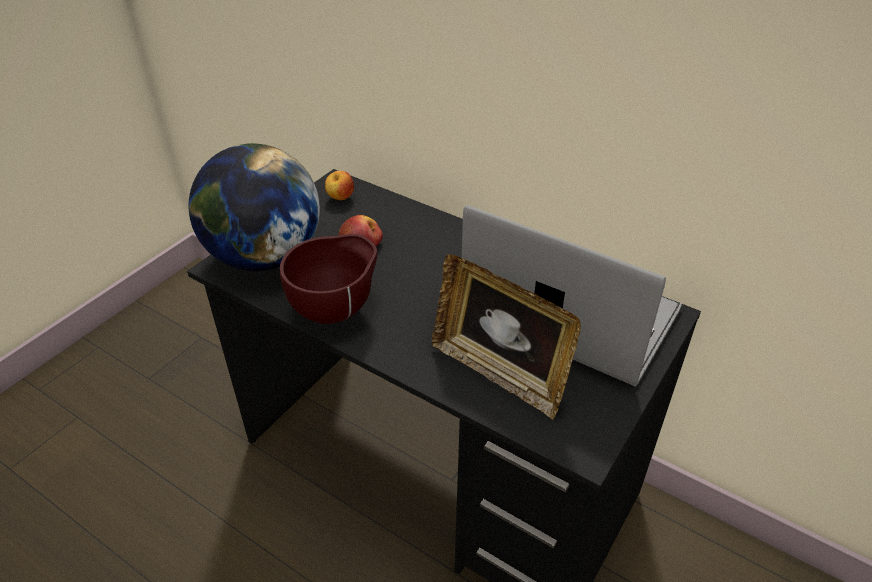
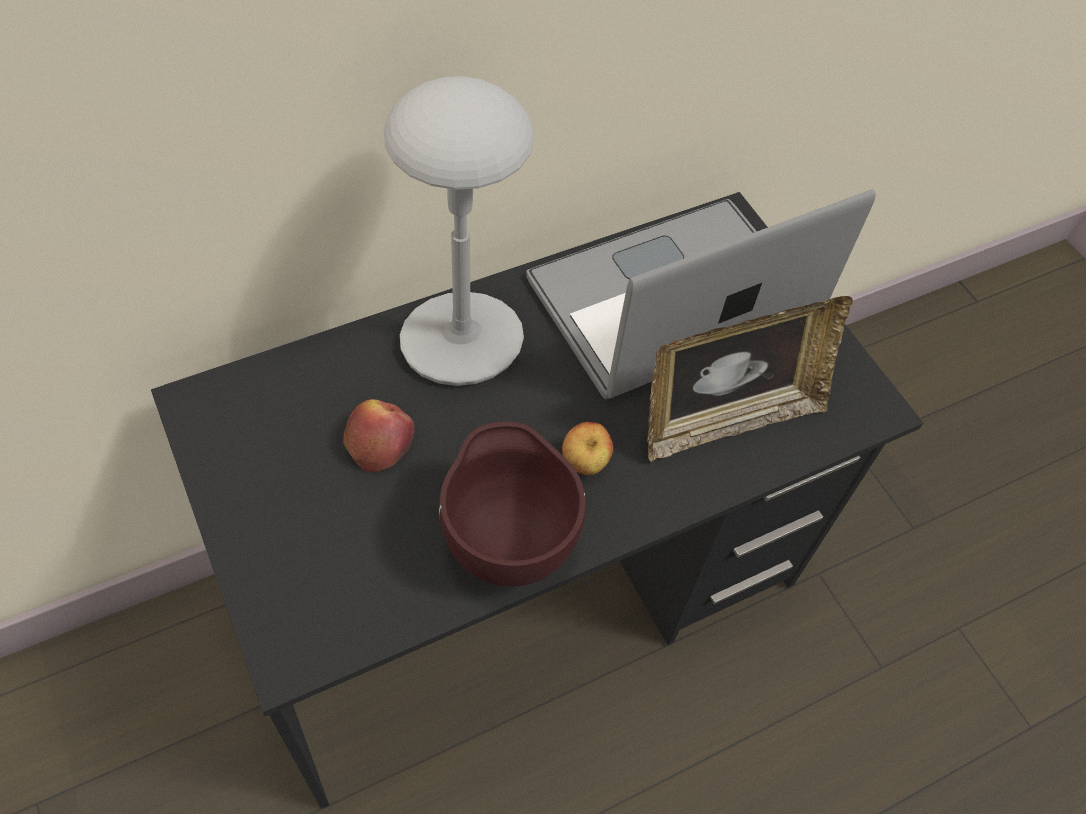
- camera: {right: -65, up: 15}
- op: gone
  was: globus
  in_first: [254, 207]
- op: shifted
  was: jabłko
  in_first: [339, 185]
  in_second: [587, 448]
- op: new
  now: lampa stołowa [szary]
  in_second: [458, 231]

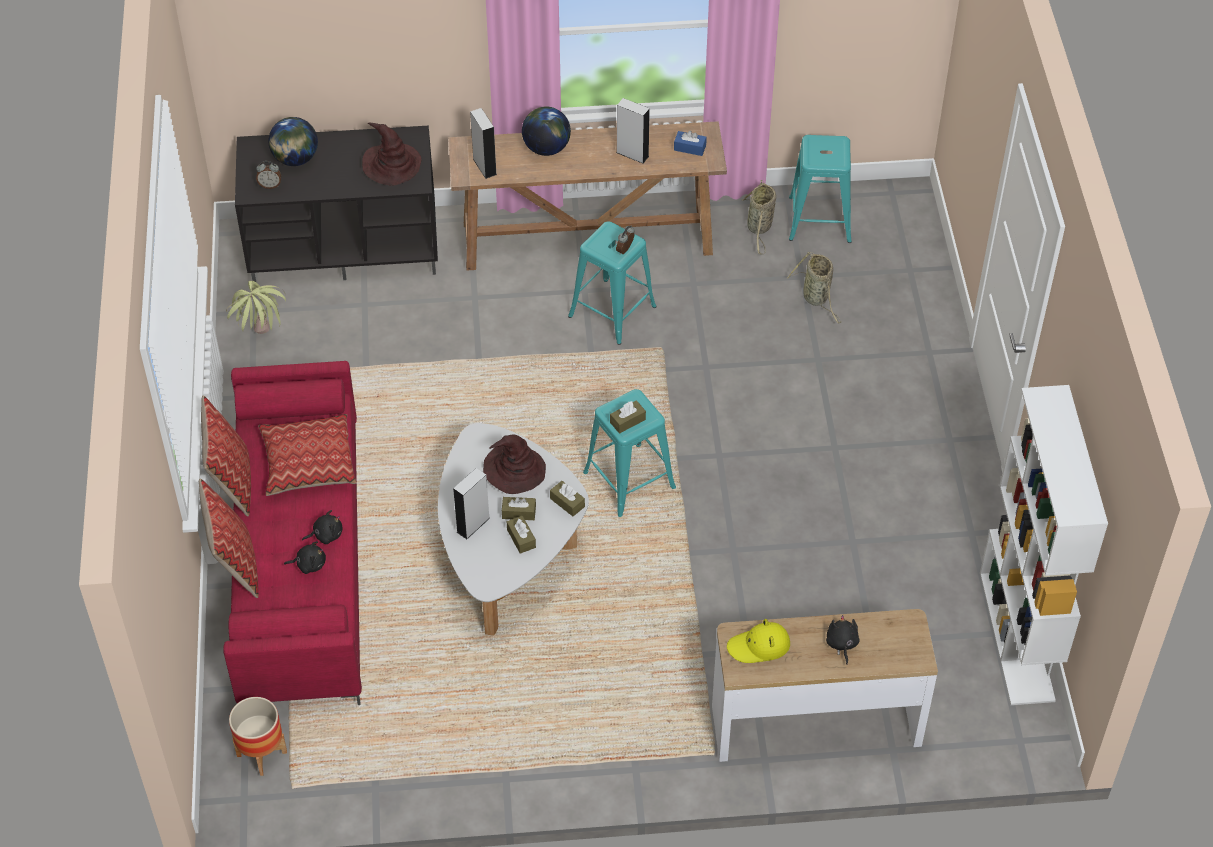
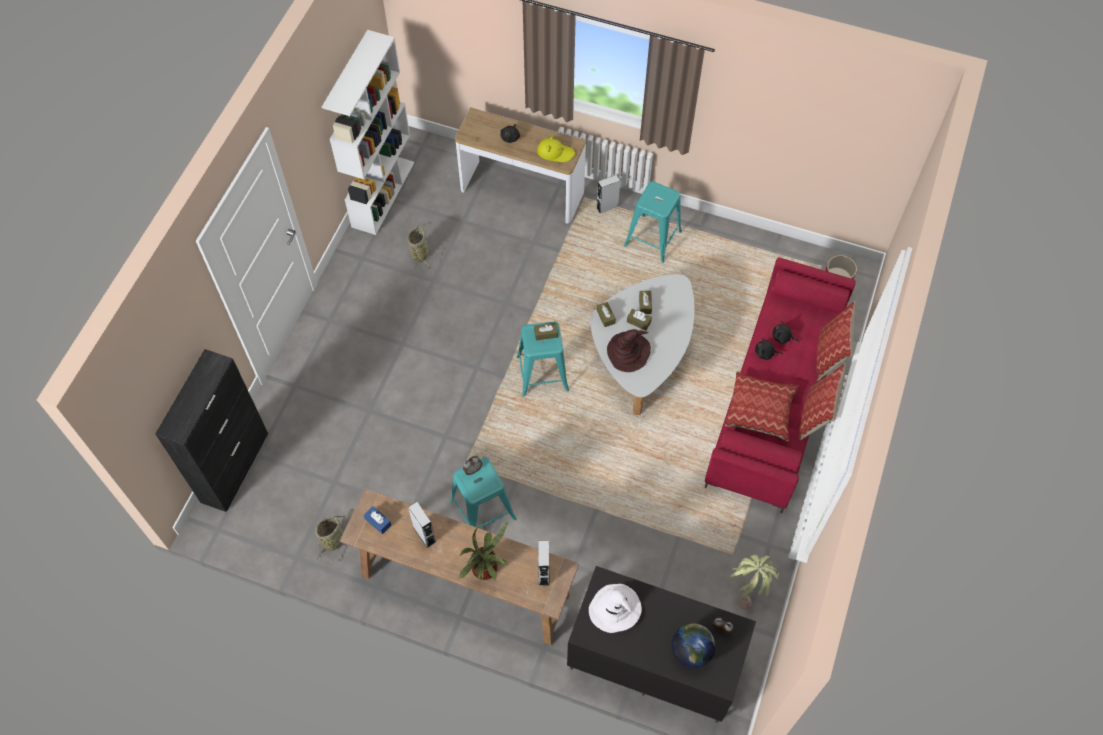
- camera: {right: -155, up: 10}
- op: swapped
  was: globus
  now: roślina doniczkowa
  in_first: [546, 131]
  in_second: [483, 551]
- op: repainted
  was: kapelusz [brązowy]
  now: kapelusz [biały]
  in_first: [392, 154]
  in_second: [615, 608]
- op: shifted
  was: stołek [turkusowy]
  in_first: [820, 189]
  in_second: [653, 222]
- op: shifted
  was: koszyk
  in_first: [814, 287]
  in_second: [419, 248]
- op: shifted
  was: głośnik [szary]
  in_first: [471, 503]
  in_second: [608, 194]
- op: new
  now: szafka [czarny]
  in_second: [211, 430]

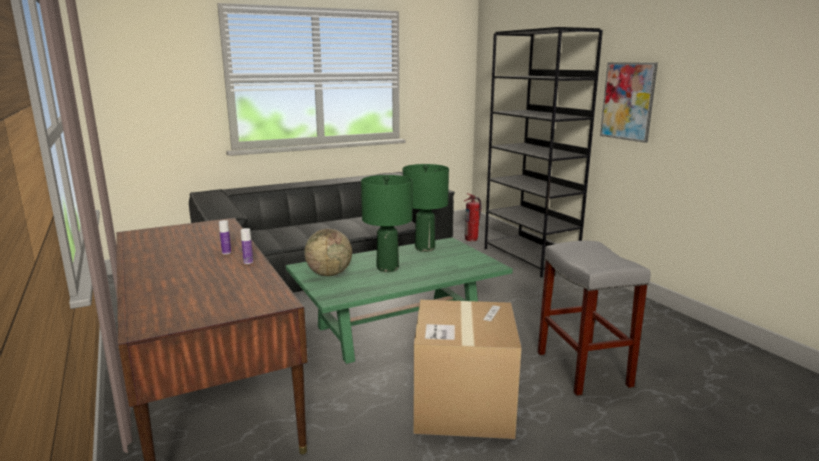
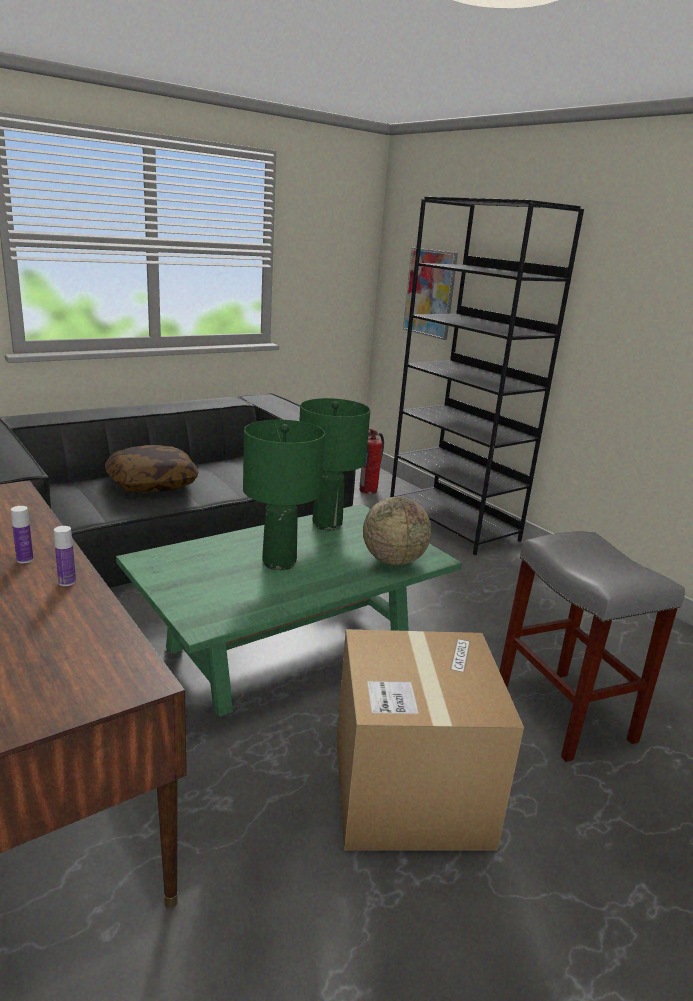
- camera: {right: -10, up: 5}
- op: shifted
  was: obraz
  in_first: [629, 103]
  in_second: [430, 294]
- op: shifted
  was: globus
  in_first: [328, 252]
  in_second: [397, 531]
- op: new
  now: poduszka
  in_second: [152, 469]

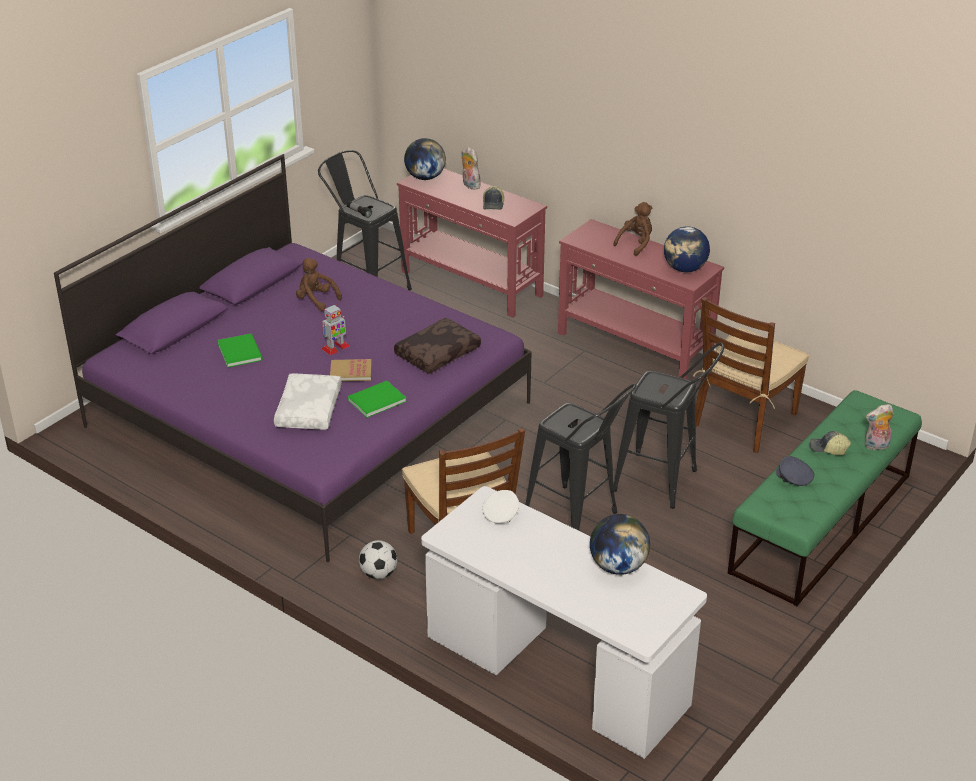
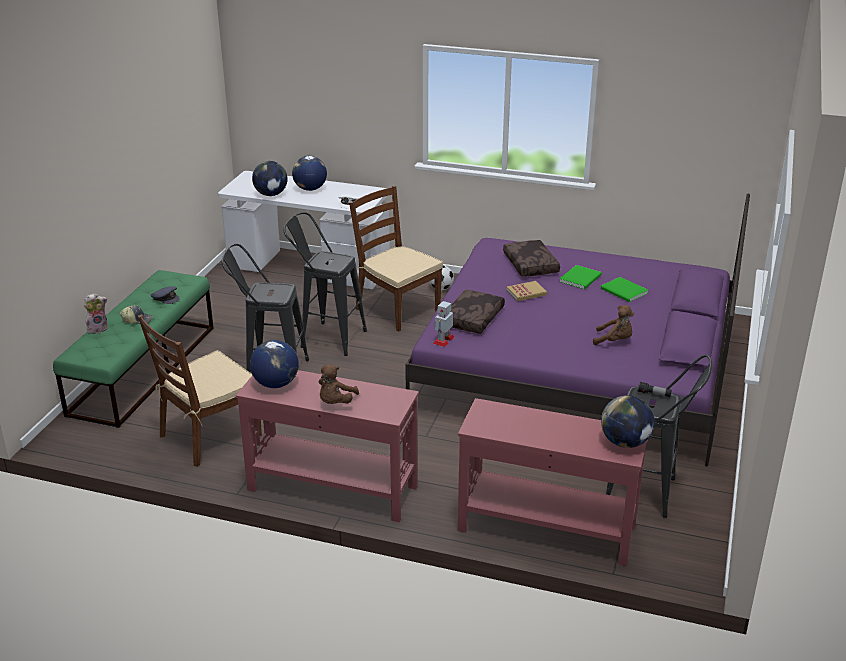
- camera: {right: 160, up: -5}
- op: gone
  was: pluszak
  in_first: [471, 168]
- op: gone
  was: czapka z daszkiem
  in_first: [493, 198]
- op: rotated
  was: krzesło [brązowy]
  in_first: [751, 375]
  in_second: [200, 390]
  clockwise: -150
- op: shifted
  was: robot zabawkowy
  in_first: [335, 329]
  in_second: [443, 324]
- op: repainted
  was: poduszka [biały]
  now: poduszka [brązowy]
  in_first: [308, 402]
  in_second: [531, 258]
- op: shifted
  was: książka [zielony]
  in_first: [377, 399]
  in_second: [580, 277]
- op: new
  now: globus
  in_second: [309, 173]

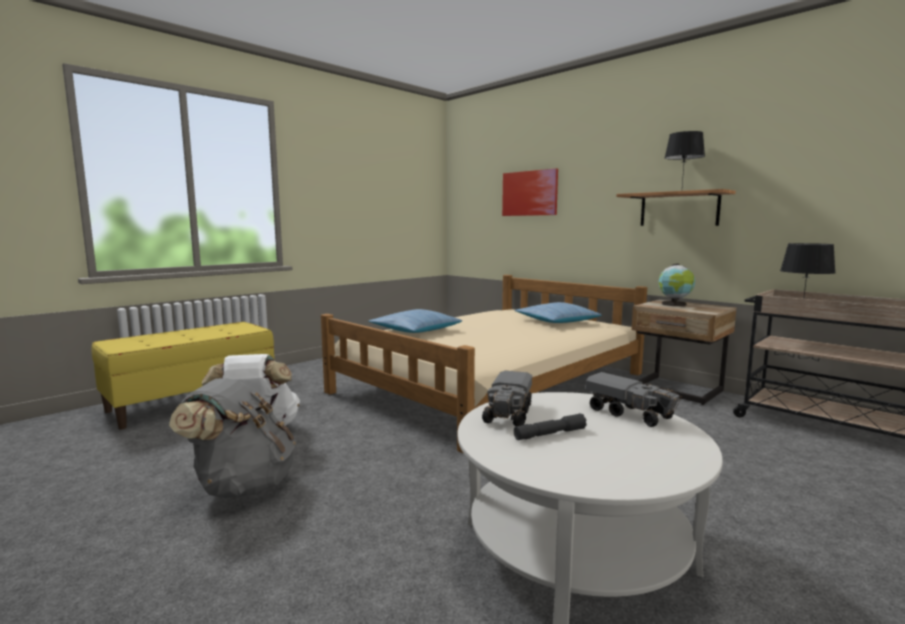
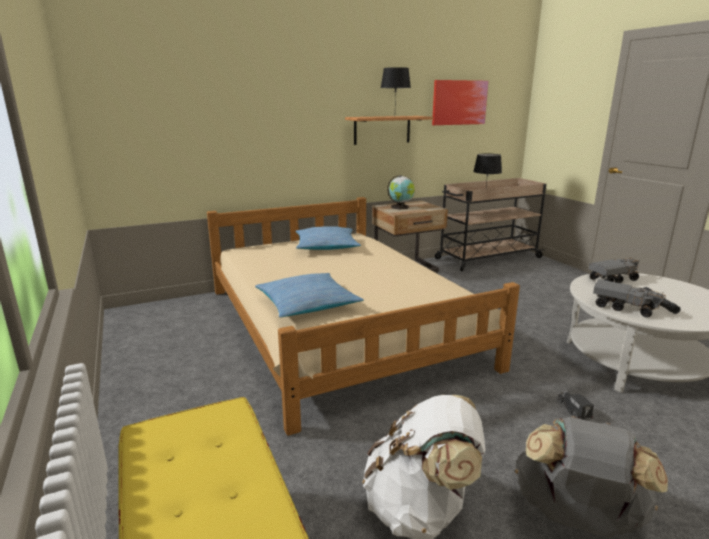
- camera: {right: -70, up: 10}
- op: shifted
  was: obraz
  in_first: [530, 192]
  in_second: [460, 102]
- op: new
  now: ciężarówka zabawkowa
  in_second: [575, 405]

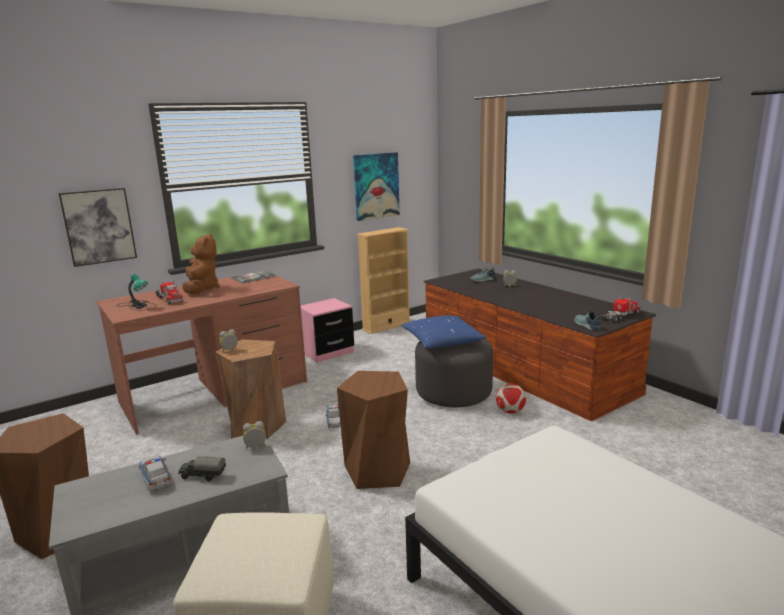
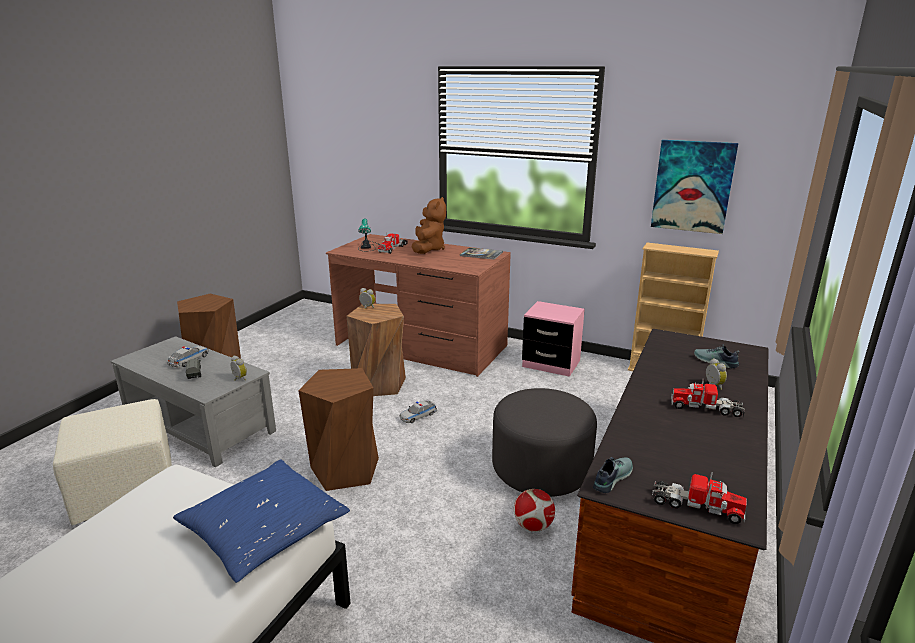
- camera: {right: 60, up: 5}
- op: gone
  was: obraz
  in_first: [98, 227]
- op: rotated
  was: pluszak [brązowy]
  in_first: [200, 263]
  in_second: [428, 225]
  clockwise: -45
- op: shifted
  was: poduszka [niebieski]
  in_first: [444, 332]
  in_second: [261, 521]
- op: new
  now: ciężarówka zabawkowa
  in_second: [708, 398]

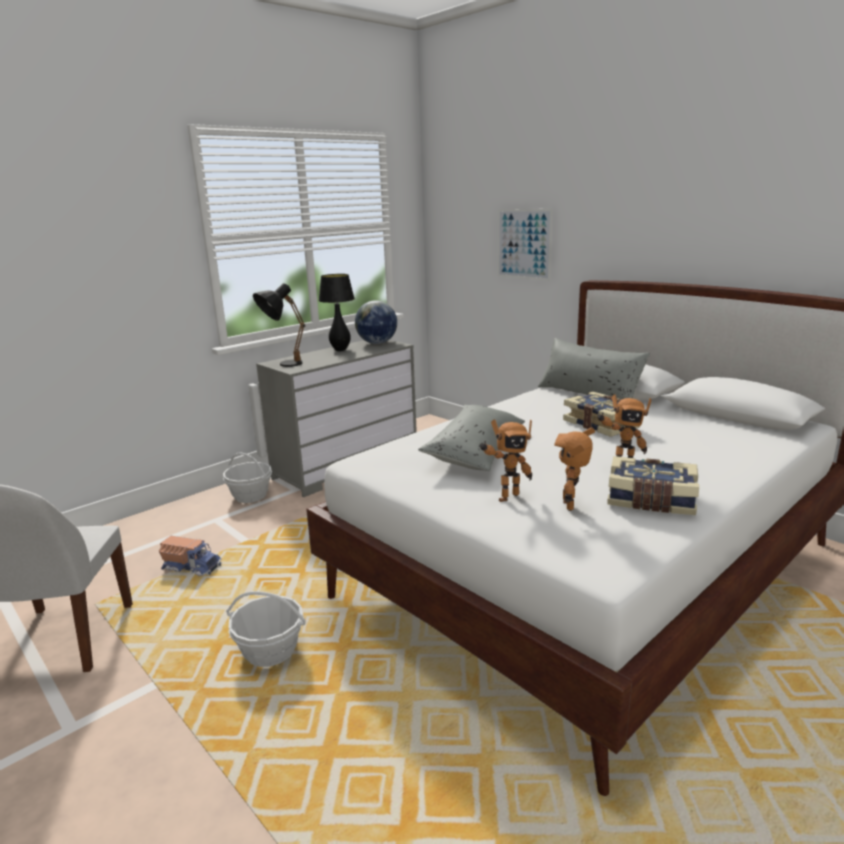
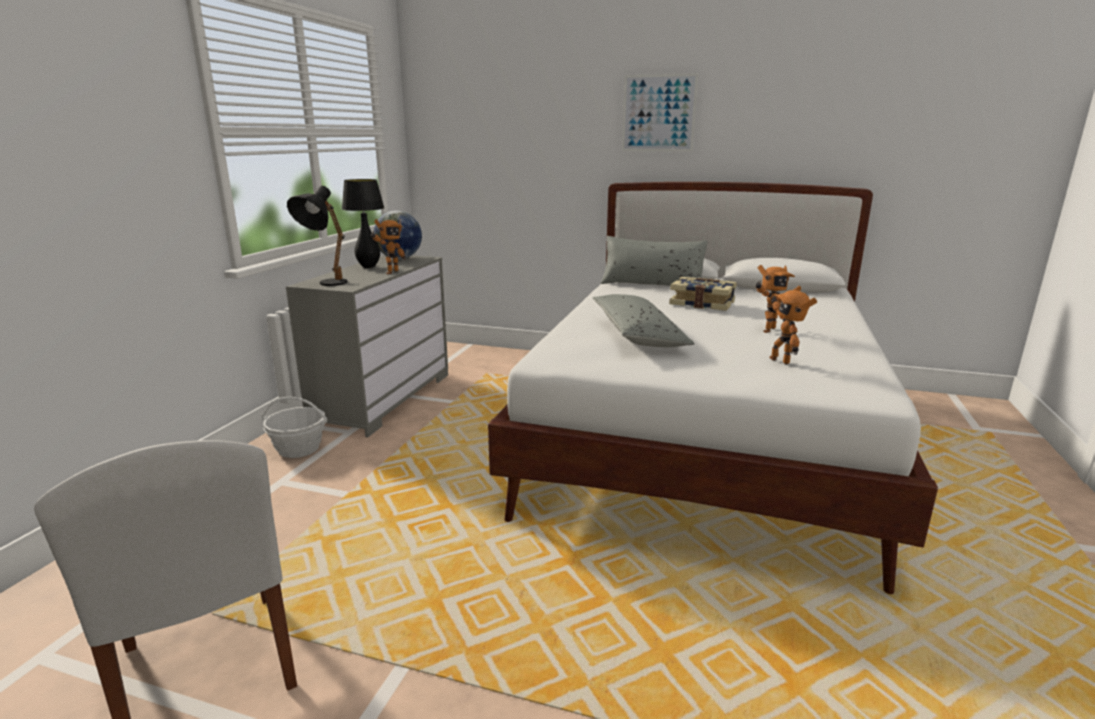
- camera: {right: -30, up: 0}
- op: shifted
  was: obraz
  in_first: [525, 245]
  in_second: [660, 112]
- op: shifted
  was: robot zabawkowy
  in_first: [505, 460]
  in_second: [387, 246]
- op: gone
  was: książka
  in_first: [653, 485]
- op: gone
  was: ciężarówka zabawkowa
  in_first: [190, 556]
- op: gone
  was: koszyk
  in_first: [266, 629]

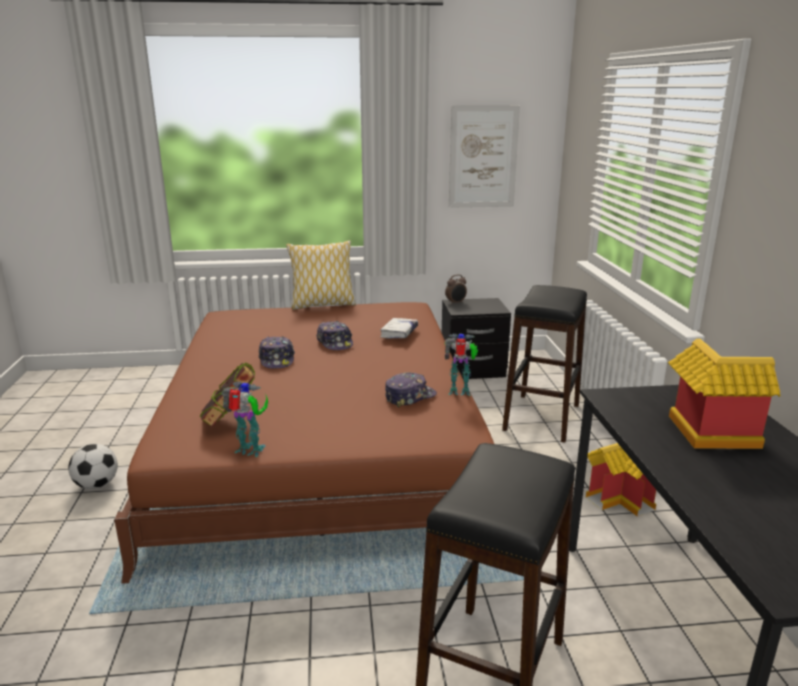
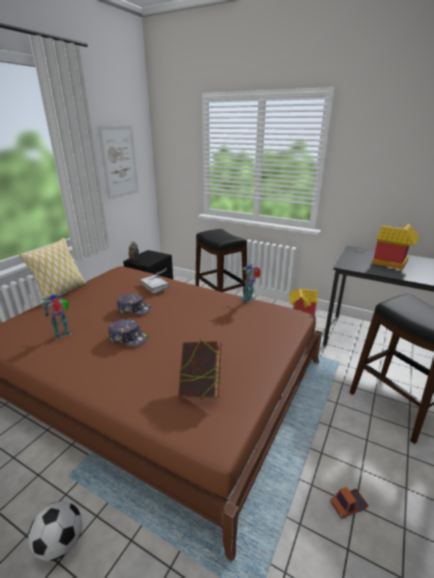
- camera: {right: -55, up: 5}
- op: gone
  was: czapka z daszkiem
  in_first: [411, 390]
- op: shifted
  was: robot zabawkowy
  in_first: [244, 419]
  in_second: [57, 317]
- op: new
  now: ciężarówka zabawkowa
  in_second: [349, 503]

